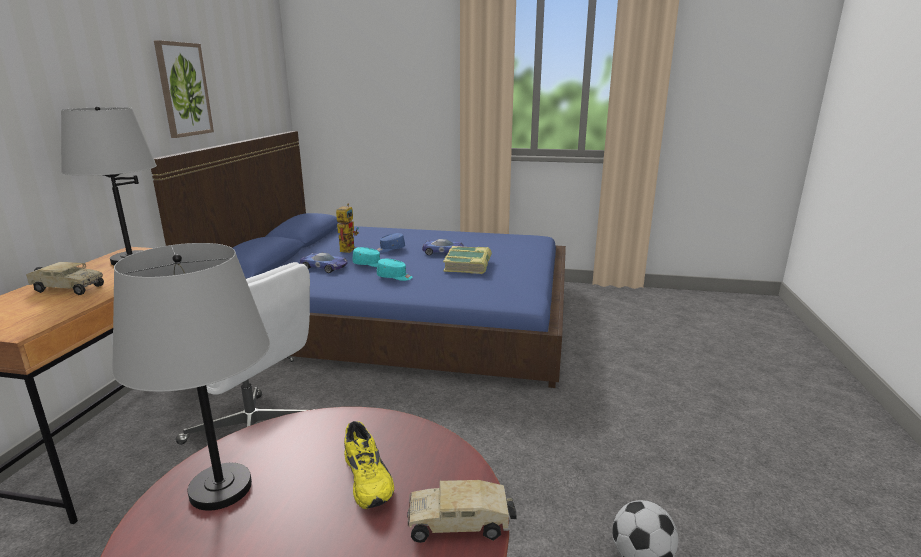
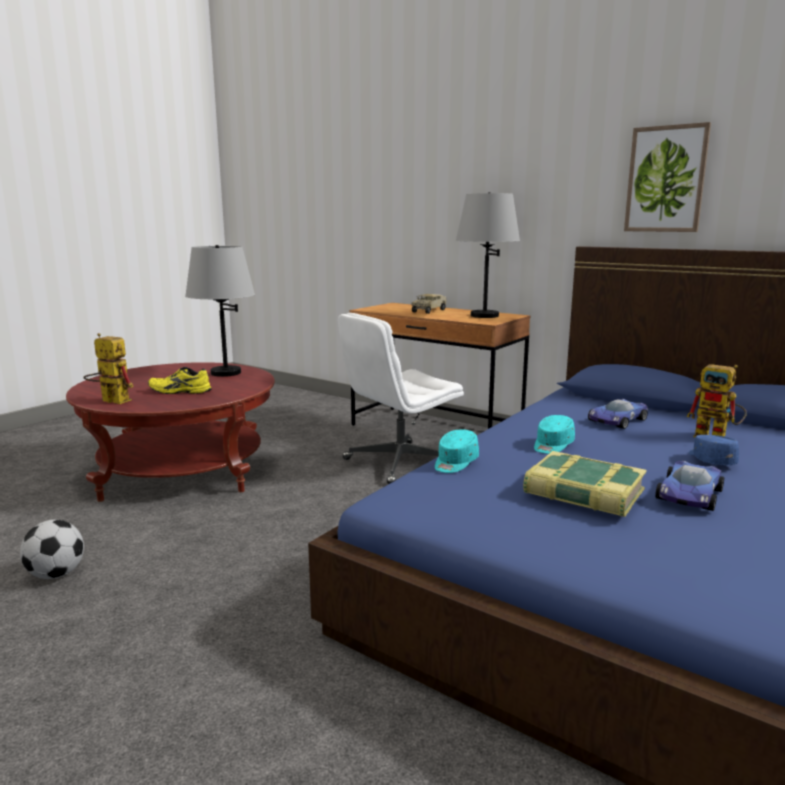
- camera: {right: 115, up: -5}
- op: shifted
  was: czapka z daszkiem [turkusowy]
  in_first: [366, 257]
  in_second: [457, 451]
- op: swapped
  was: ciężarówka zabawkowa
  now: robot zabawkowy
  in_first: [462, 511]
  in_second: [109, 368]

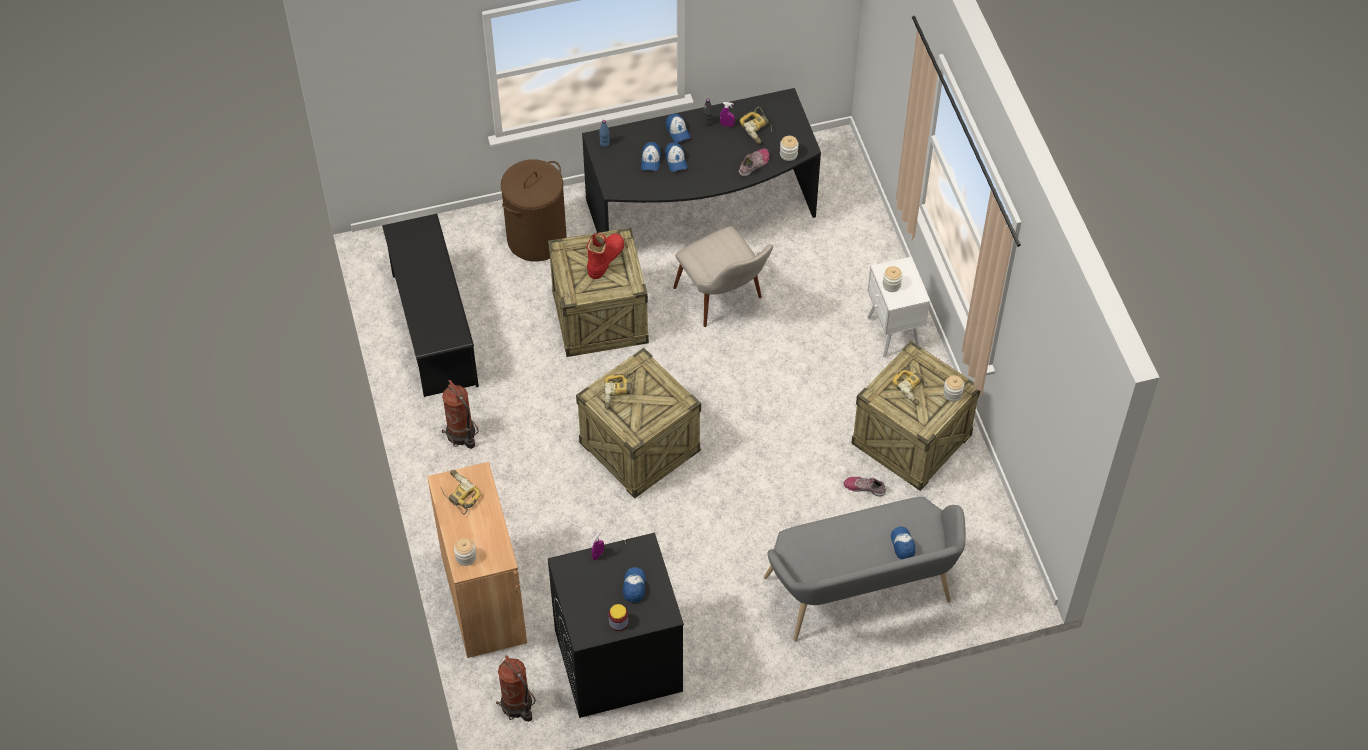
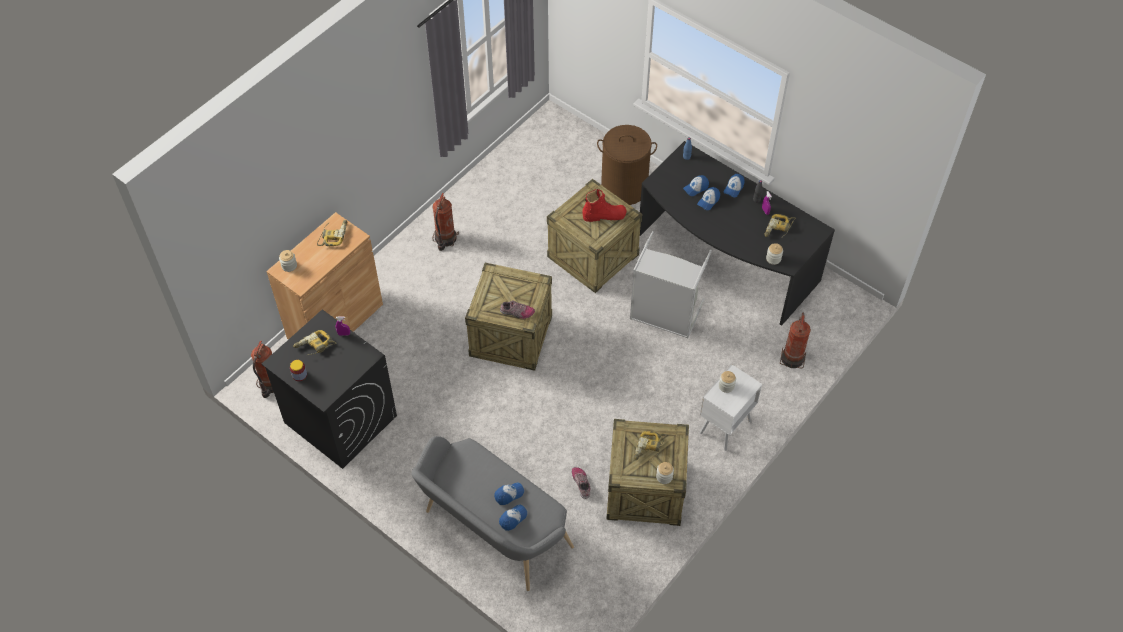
- camera: {right: 55, up: 0}
- op: shifted
  was: but
  in_first: [754, 162]
  in_second: [517, 310]
- op: gone
  was: regał na buty [czarny]
  in_first: [430, 305]
- op: swapped
  was: krzesło [beżowy]
  now: kosz na pranie [szary]
  in_first: [723, 276]
  in_second: [671, 284]
- op: shifted
  was: wiertarka
  in_first: [619, 391]
  in_second: [315, 343]
- op: shifted
  was: czapka z daszkiem
  in_first: [634, 585]
  in_second: [509, 494]
- op: new
  now: gaśnica
  in_second: [795, 340]

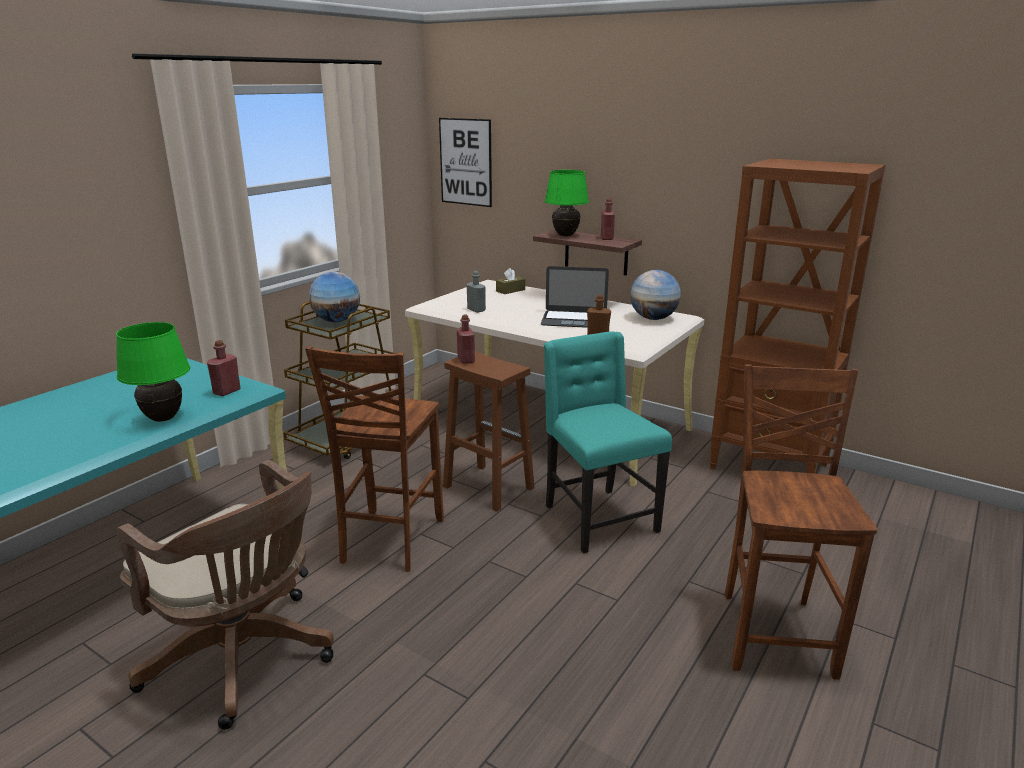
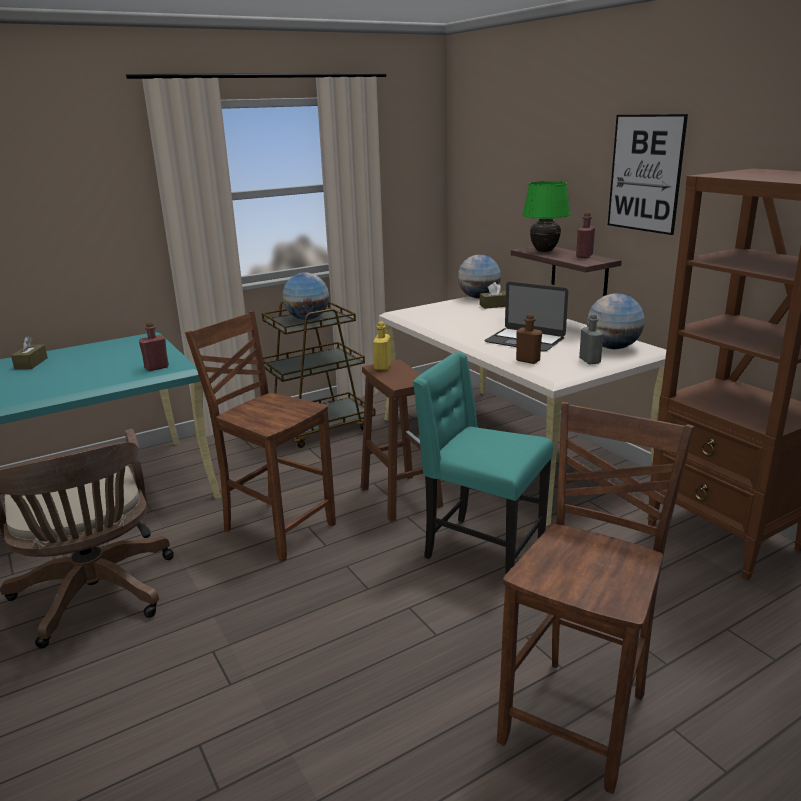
- camera: {right: 25, up: 0}
- op: shifted
  was: obraz
  in_first: [465, 162]
  in_second: [648, 174]
- op: shifted
  was: butelka [szary]
  in_first: [476, 292]
  in_second: [591, 339]
- op: repainted
  was: butelka [czerwony]
  now: butelka [żółty]
  in_first: [466, 339]
  in_second: [382, 345]
- op: gone
  was: lampa stołowa [zielony]
  in_first: [153, 372]
- op: rotated
  was: krzesło [turkusowy]
  in_first: [608, 442]
  in_second: [483, 463]
  clockwise: -60
- op: rotated
  was: krzesło [brązowy]
  in_first: [374, 459]
  in_second: [260, 436]
  clockwise: 90
- op: new
  now: globus
  in_second: [479, 276]
- op: new
  now: pudełko chusteczek [brązowy]
  in_second: [29, 352]

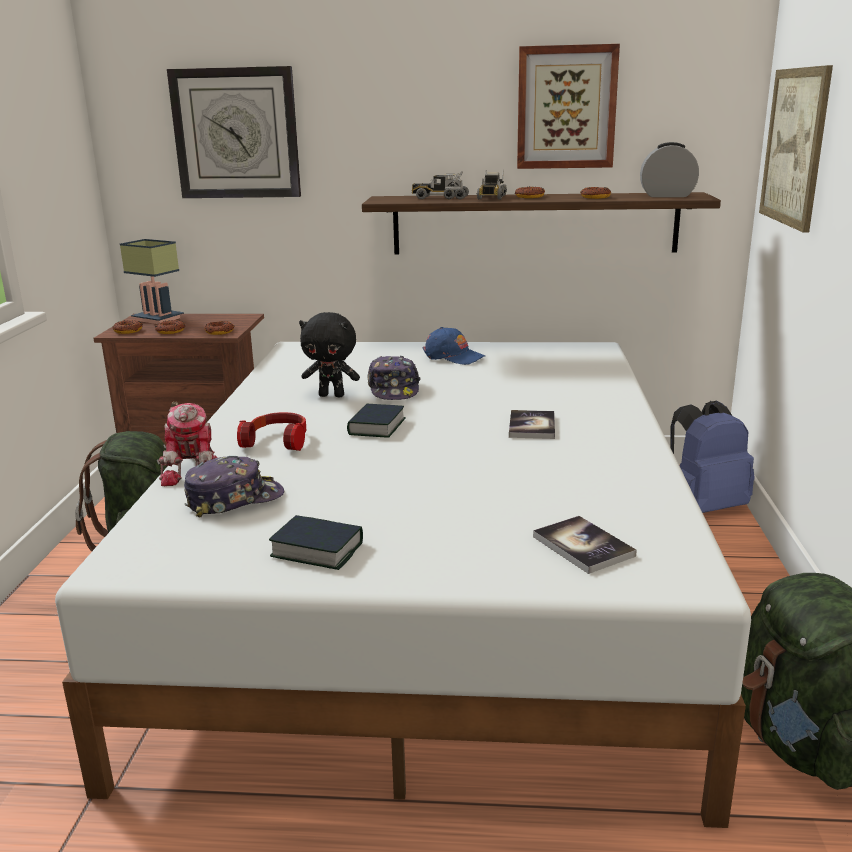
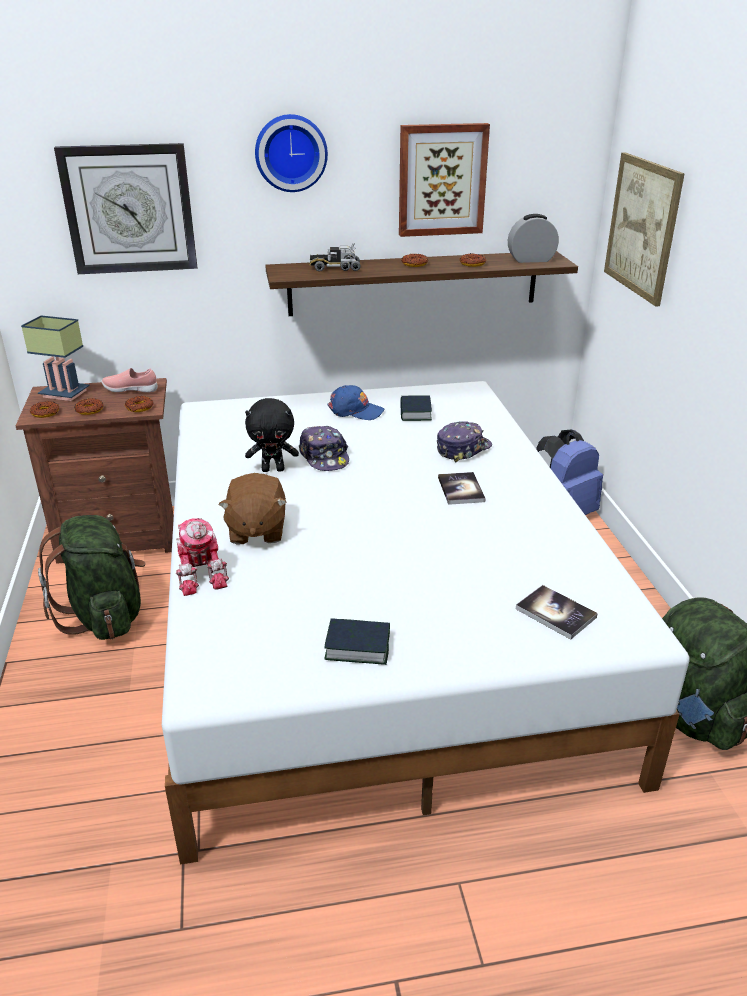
- camera: {right: -15, up: 10}
- op: gone
  was: ciężarówka zabawkowa
  in_first: [491, 185]
- op: shifted
  was: książka
  in_first: [376, 421]
  in_second: [416, 408]
- op: swapped
  was: słuchawki
  now: pluszak [brązowy]
  in_first: [271, 431]
  in_second: [252, 508]
- op: shifted
  was: czapka z daszkiem
  in_first: [234, 487]
  in_second: [464, 441]
- op: new
  now: zegar ścienny
  in_second: [291, 153]
- op: new
  now: but [różowy]
  in_second: [129, 380]

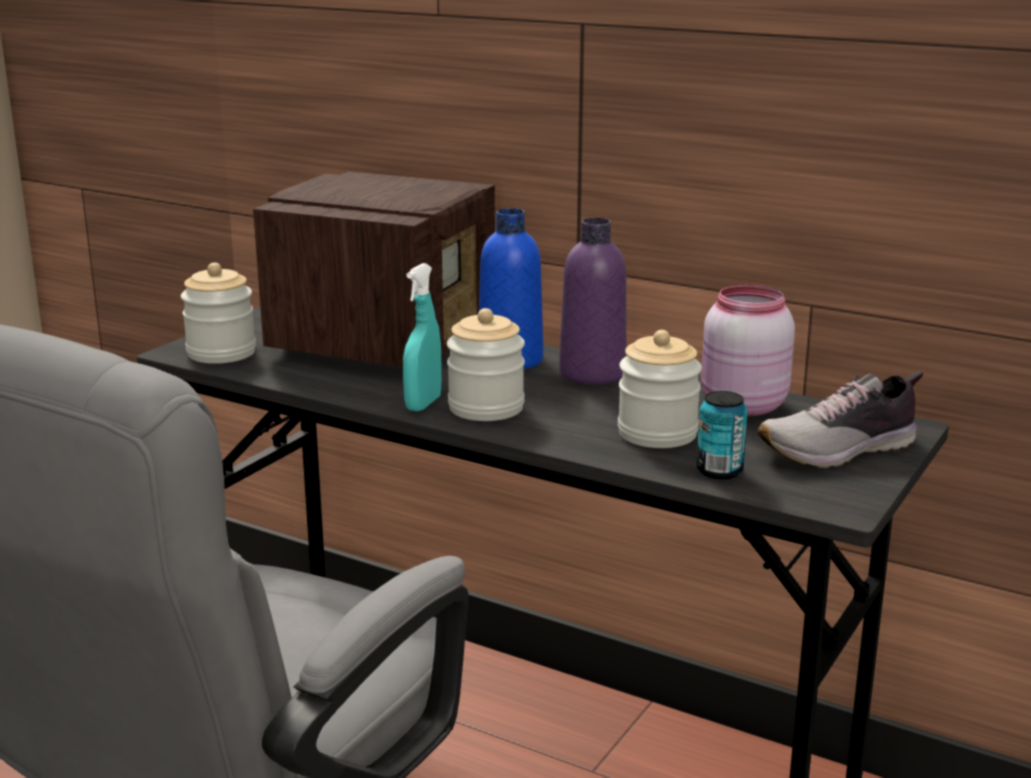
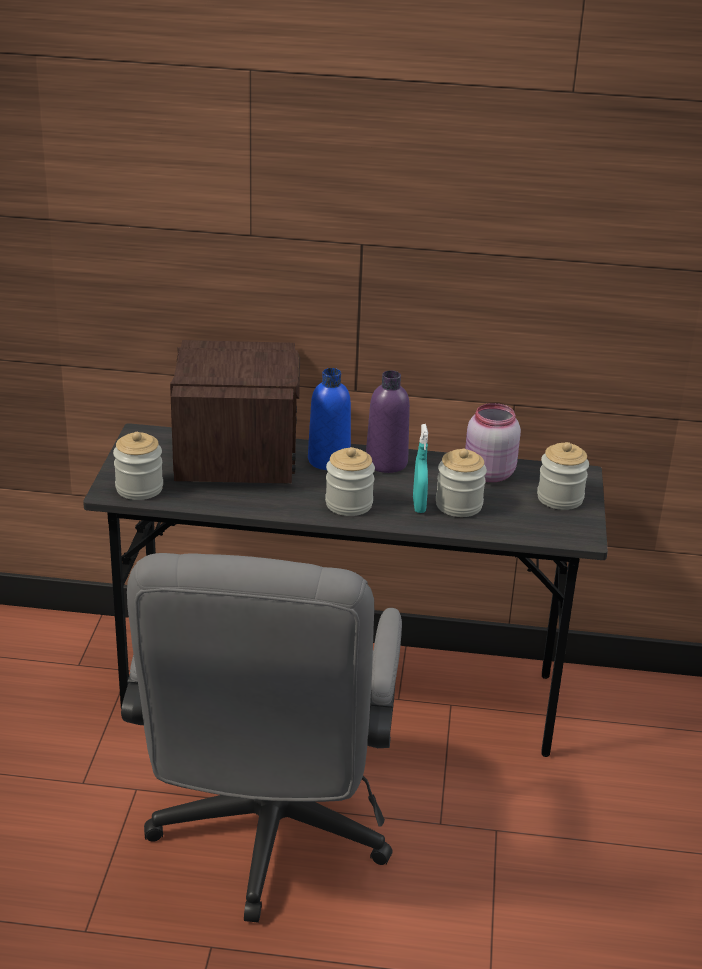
- camera: {right: -25, up: 10}
- op: shifted
  was: spryskiwacz [turkusowy]
  in_first: [422, 337]
  in_second: [420, 468]
- op: swapped
  was: but
  now: słoik
  in_first: [840, 419]
  in_second: [563, 476]
- op: gone
  was: puszka
  in_first: [722, 435]

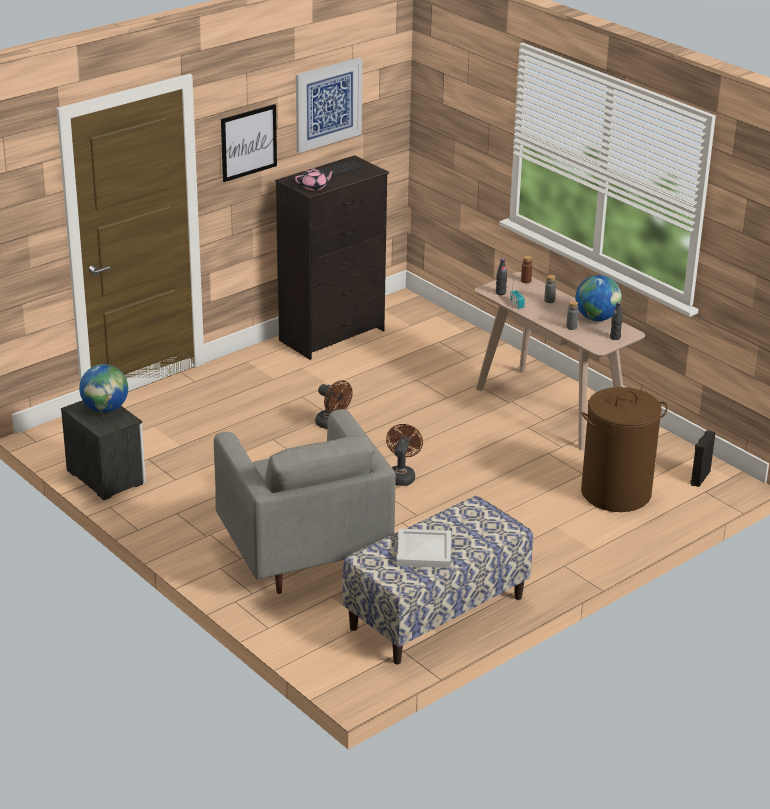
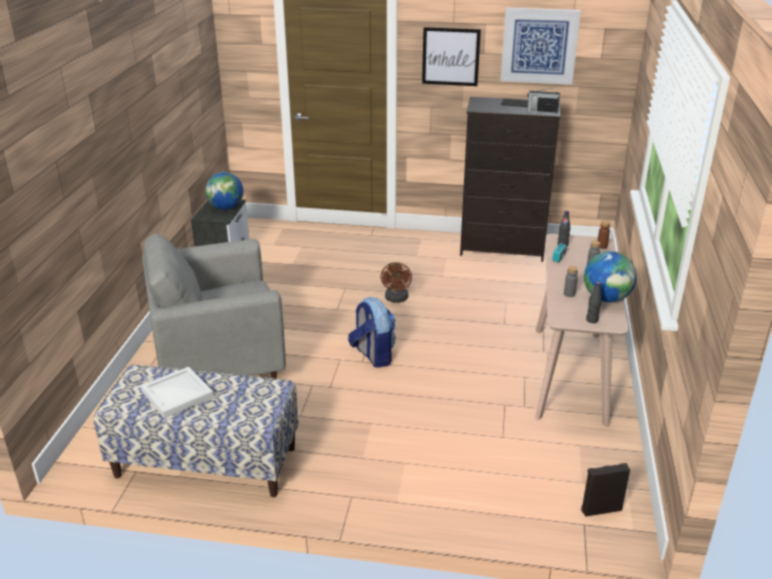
- camera: {right: 50, up: 0}
- op: gone
  was: imbryk [różowy]
  in_first: [315, 179]
- op: gone
  was: kosz na pranie [brązowy]
  in_first: [624, 449]
- op: rotated
  was: fotel [szary]
  in_first: [305, 501]
  in_second: [214, 306]
  clockwise: 45
- op: swapped
  was: wentylator [brązowy]
  now: plecak
  in_first: [404, 455]
  in_second: [372, 332]
- op: new
  now: radio
  in_second: [543, 101]

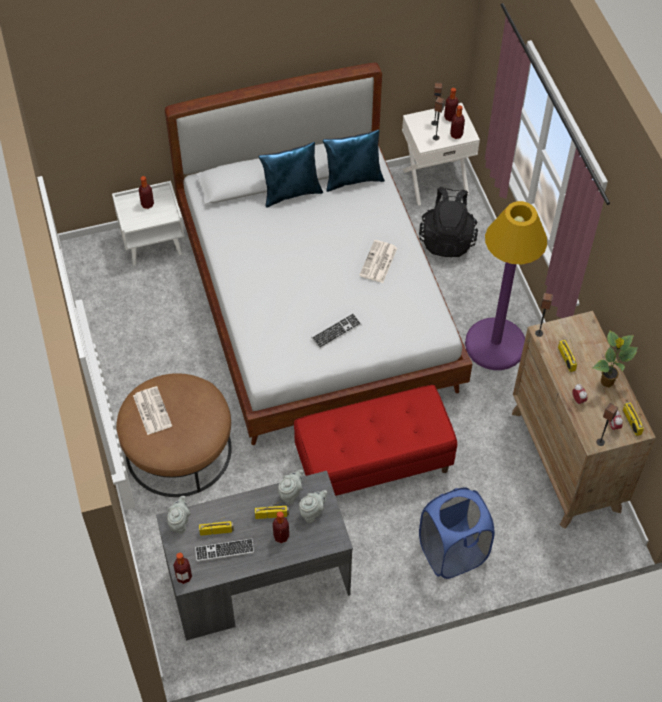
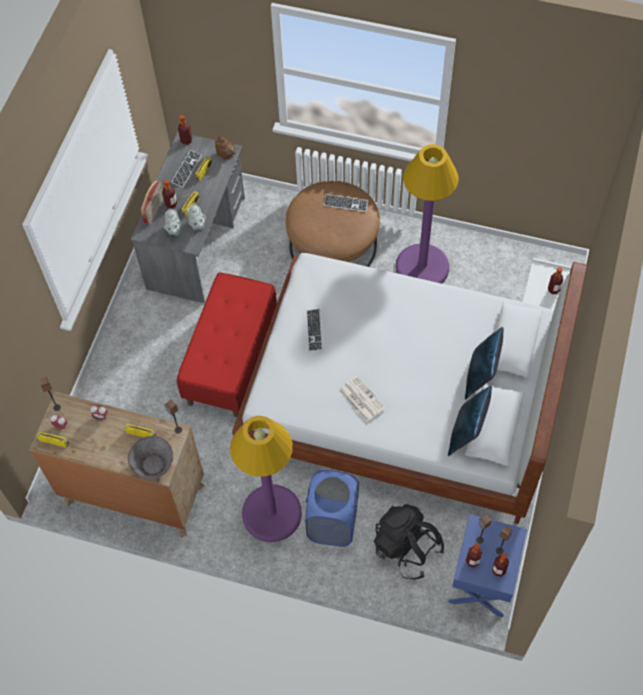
- camera: {right: 125, up: 5}
- op: repainted
  was: szafka nocna [biały]
  now: szafka nocna [niebieski]
  in_first: [441, 154]
  in_second: [487, 565]
- op: gone
  was: roślina doniczkowa
  in_first: [615, 359]
- op: swapped
  was: gazeta
  now: klawiatura
  in_first: [152, 410]
  in_second: [346, 203]
- op: shifted
  was: kosz na pranie [niebieski]
  in_first: [457, 533]
  in_second: [332, 508]
- op: repainted
  was: imbryk [szary]
  now: imbryk [brązowy]
  in_first: [179, 515]
  in_second: [225, 147]
- op: new
  now: lampa stojąca [fioletowy]
  in_second: [427, 214]
- op: new
  now: radio
  in_second: [152, 202]
- op: new
  now: miska [szary]
  in_second: [150, 457]

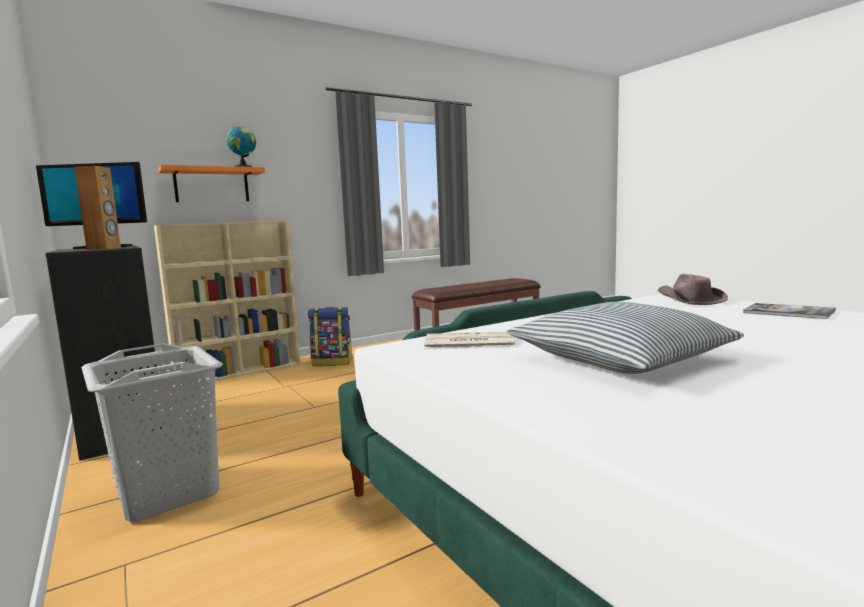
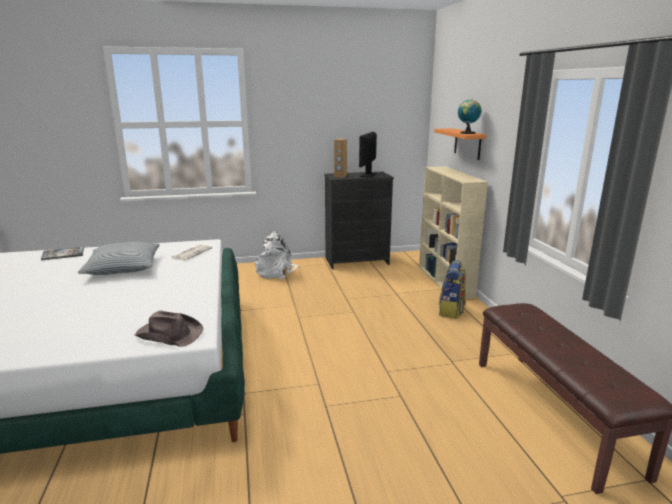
- camera: {right: 110, up: 10}
- op: shifted
  was: książka
  in_first: [789, 311]
  in_second: [62, 253]
- op: swapped
  was: kosz na pranie [szary]
  now: plecak [biały]
  in_first: [152, 432]
  in_second: [278, 255]

